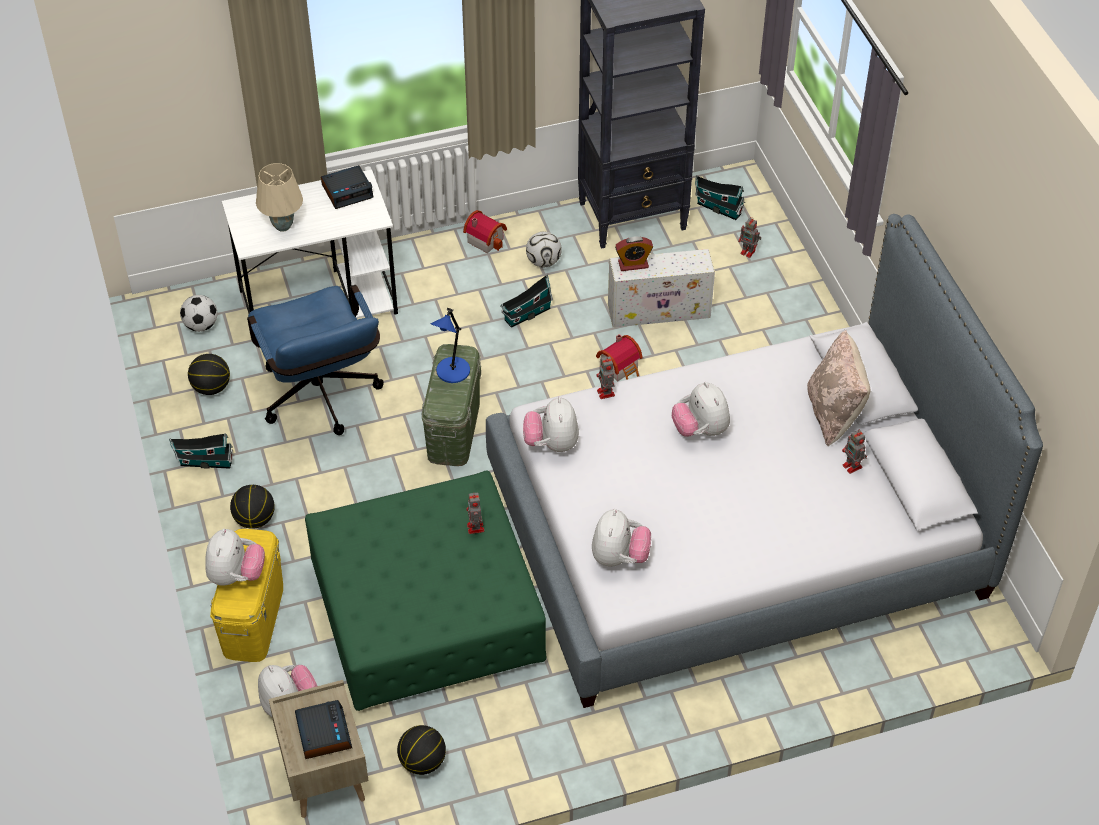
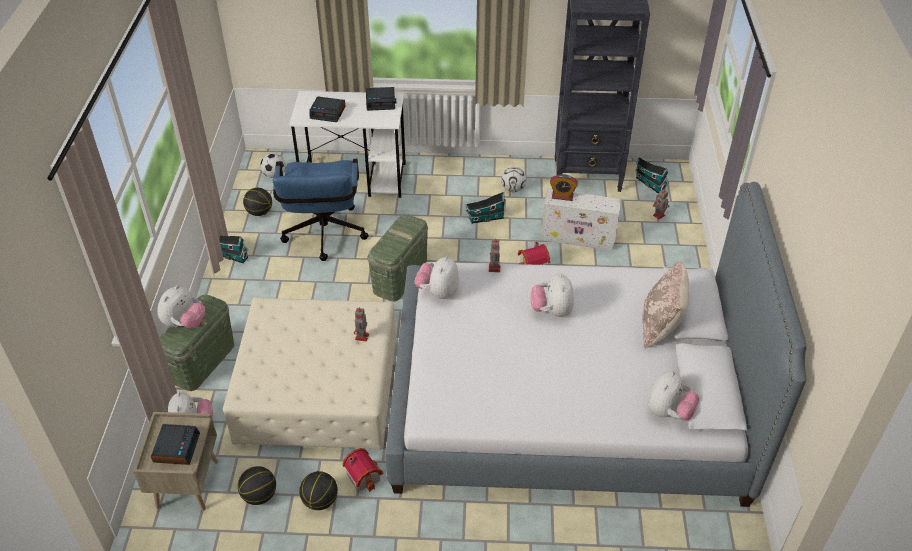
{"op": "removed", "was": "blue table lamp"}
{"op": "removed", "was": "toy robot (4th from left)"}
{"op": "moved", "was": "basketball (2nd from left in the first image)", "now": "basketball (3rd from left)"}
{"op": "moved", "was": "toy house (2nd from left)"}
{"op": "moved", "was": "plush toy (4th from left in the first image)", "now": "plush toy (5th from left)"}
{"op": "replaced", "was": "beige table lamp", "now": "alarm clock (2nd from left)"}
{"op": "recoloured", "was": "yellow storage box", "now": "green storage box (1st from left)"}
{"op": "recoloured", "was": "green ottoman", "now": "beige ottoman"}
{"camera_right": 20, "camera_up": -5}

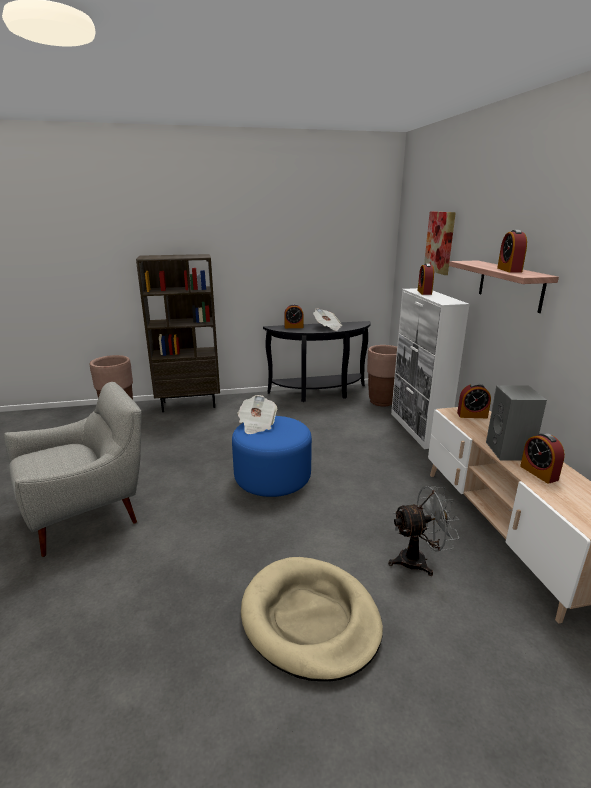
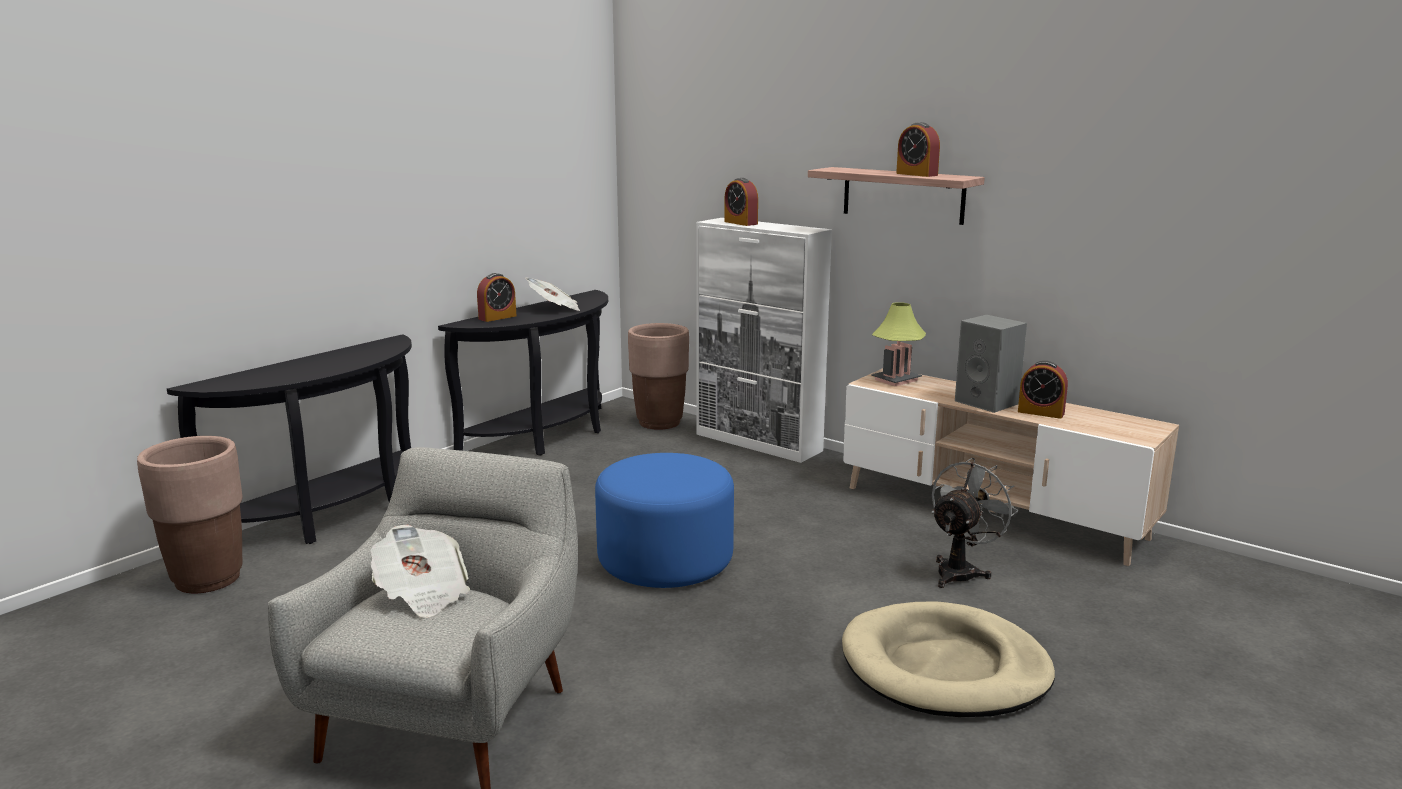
{"op": "removed", "was": "picture"}
{"op": "moved", "was": "newspaper (1st from left)"}
{"op": "replaced", "was": "brown bookcase", "now": "black console table (1st from left)"}
{"op": "replaced", "was": "alarm clock (3rd from left)", "now": "table lamp"}
{"camera_right": -40, "camera_up": -5}

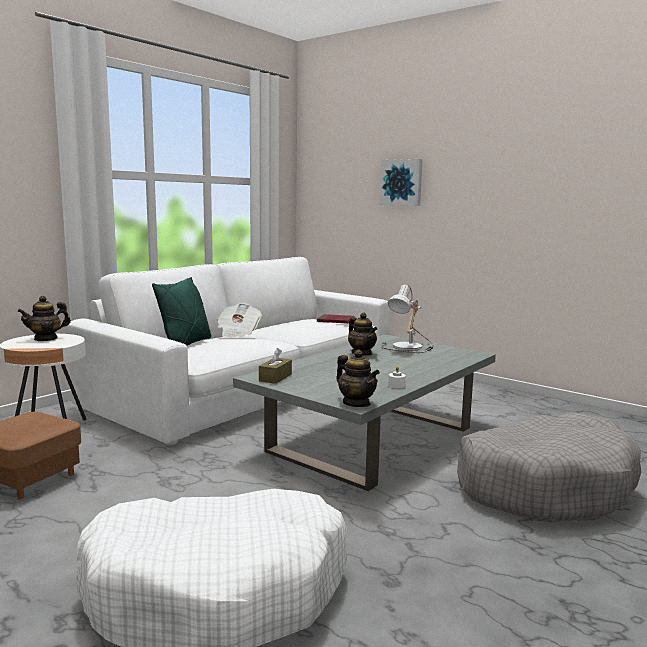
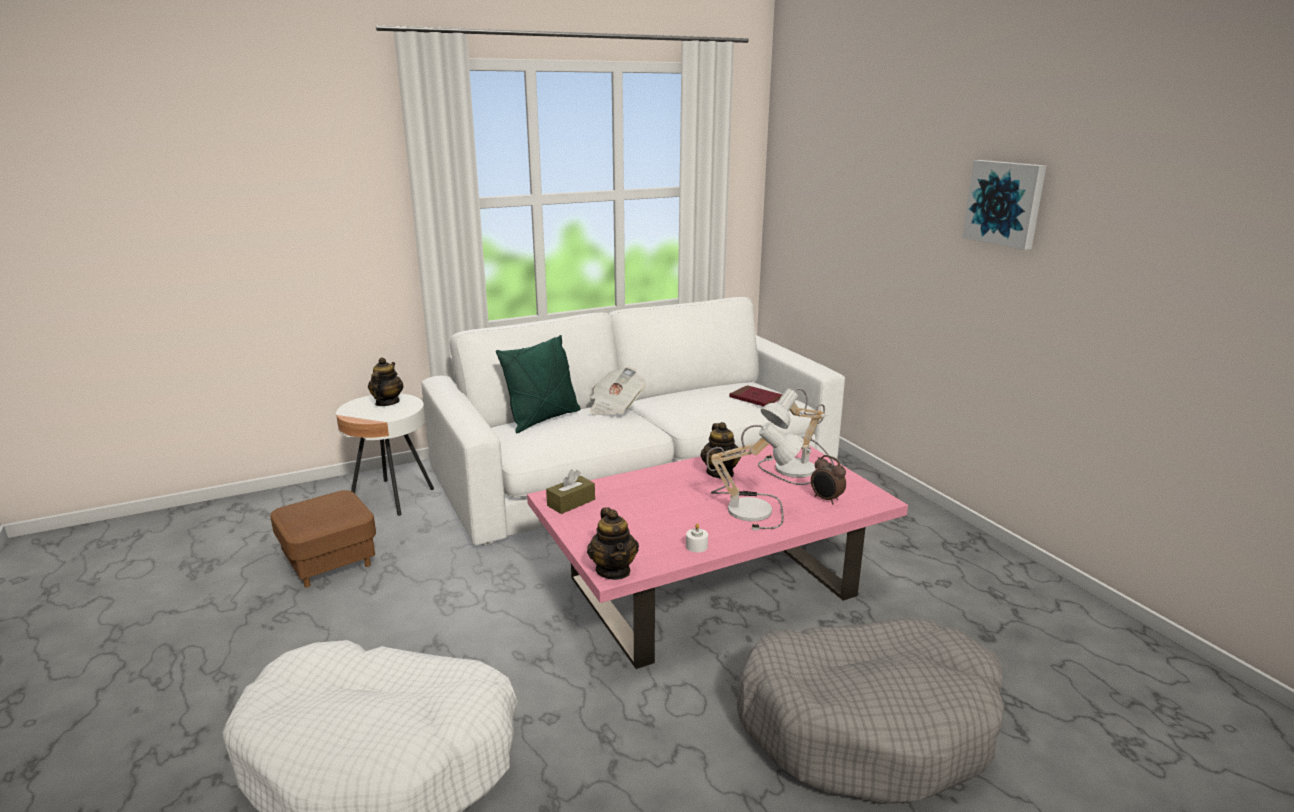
{"op": "added", "now": "table lamp (1st from left)"}
{"op": "added", "now": "alarm clock"}
{"op": "moved", "was": "picture"}
{"op": "recoloured", "was": "grey coffee table", "now": "pink coffee table"}
{"op": "turned", "was": "teapot (1st from left)", "clockwise": 105}
{"camera_right": 25, "camera_up": 10}

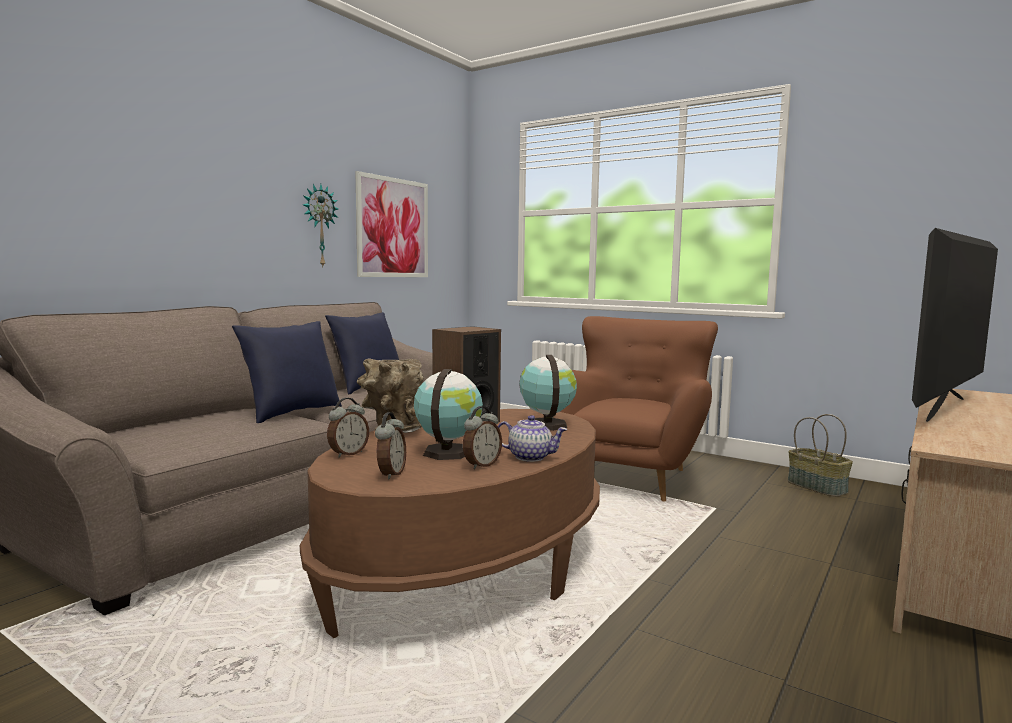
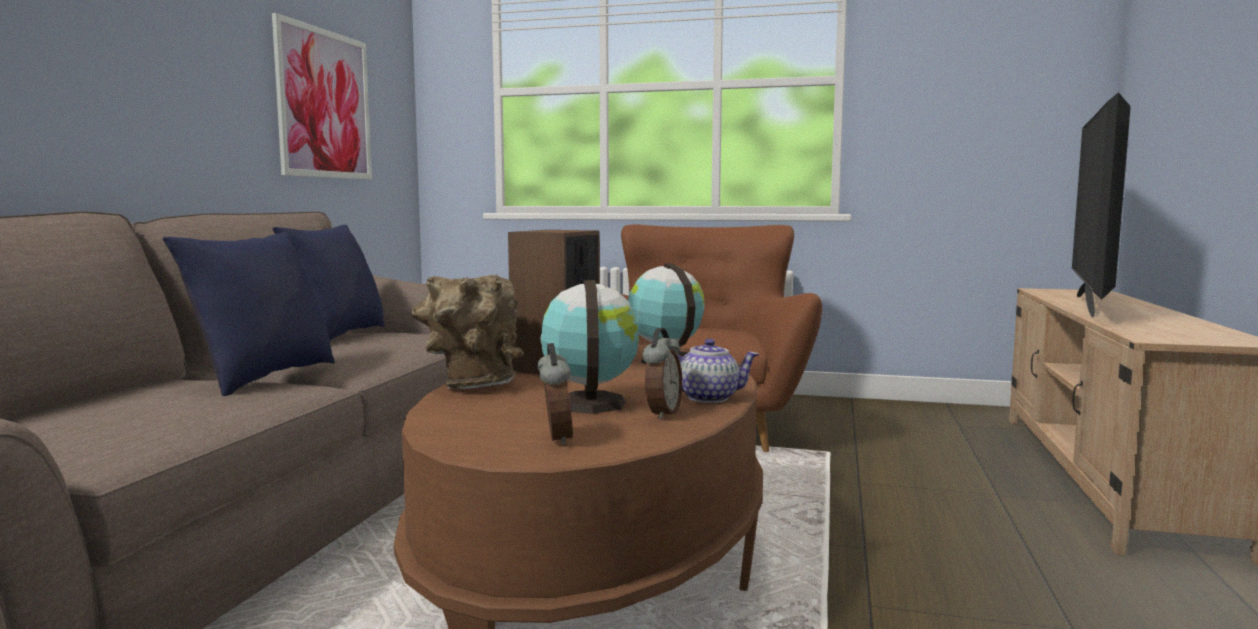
{"op": "removed", "was": "wall clock"}
{"op": "removed", "was": "alarm clock (1st from left)"}
{"op": "removed", "was": "basket"}
{"camera_right": -20, "camera_up": 0}

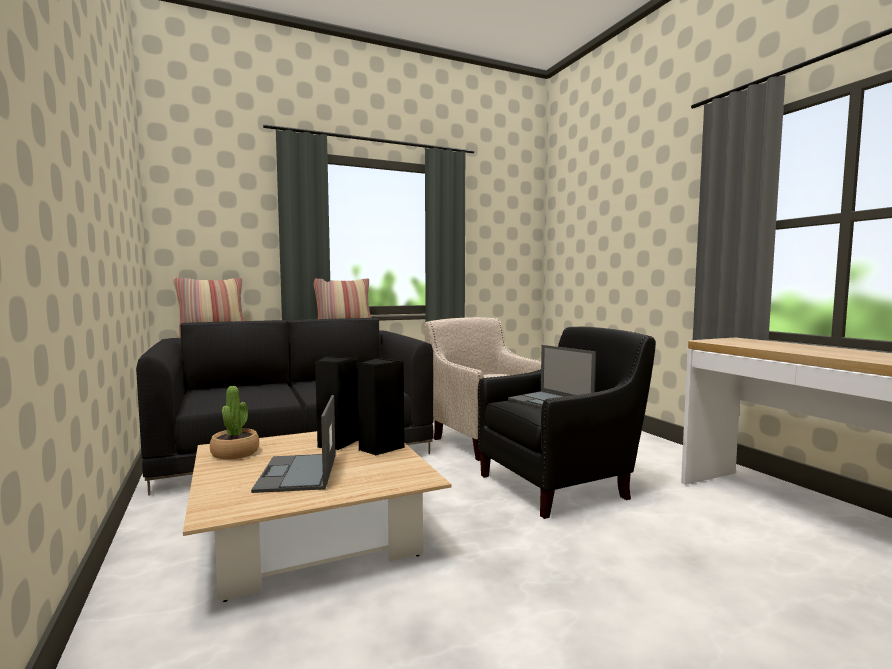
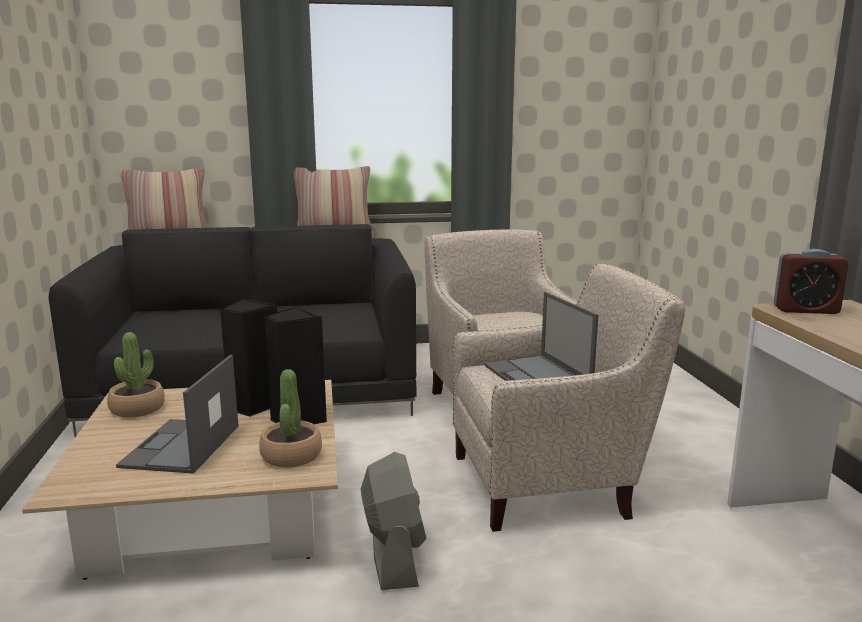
{"op": "added", "now": "potted plant (2nd from left)"}
{"op": "added", "now": "grey fan"}
{"op": "added", "now": "alarm clock"}
{"op": "recoloured", "was": "black armchair", "now": "beige armchair (2nd from left)"}
{"camera_right": 15, "camera_up": 10}

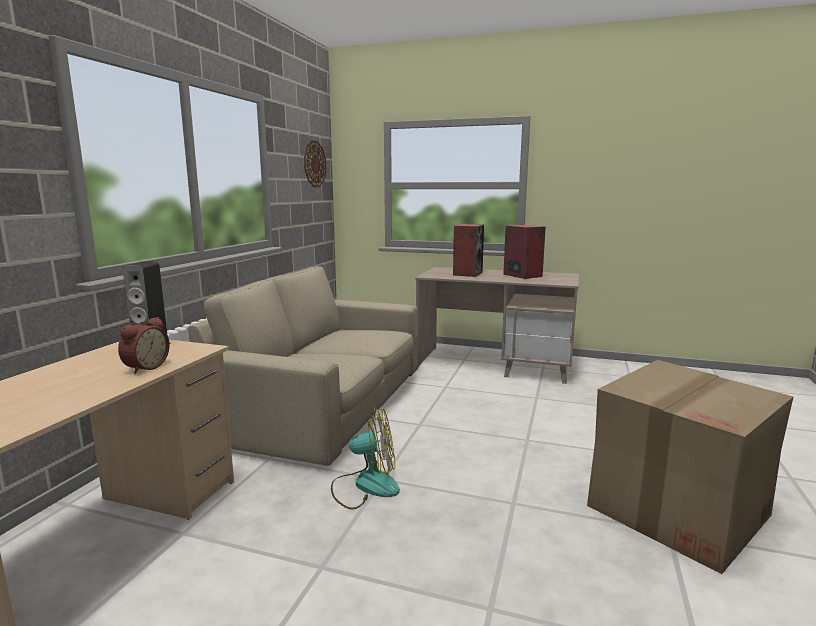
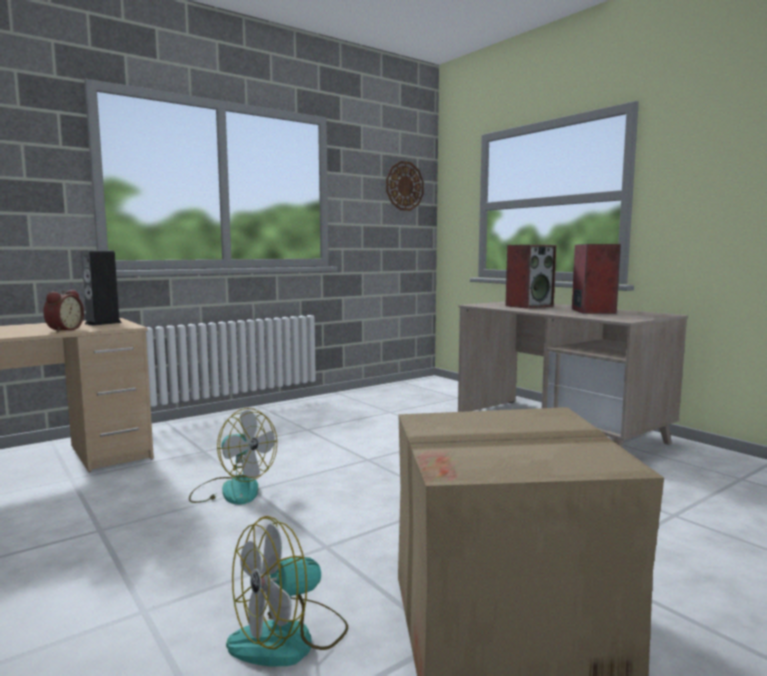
{"op": "removed", "was": "beige sofa"}
{"op": "added", "now": "fan (2nd from left)"}
{"op": "turned", "was": "alarm clock", "clockwise": -45}
{"camera_right": 35, "camera_up": -5}

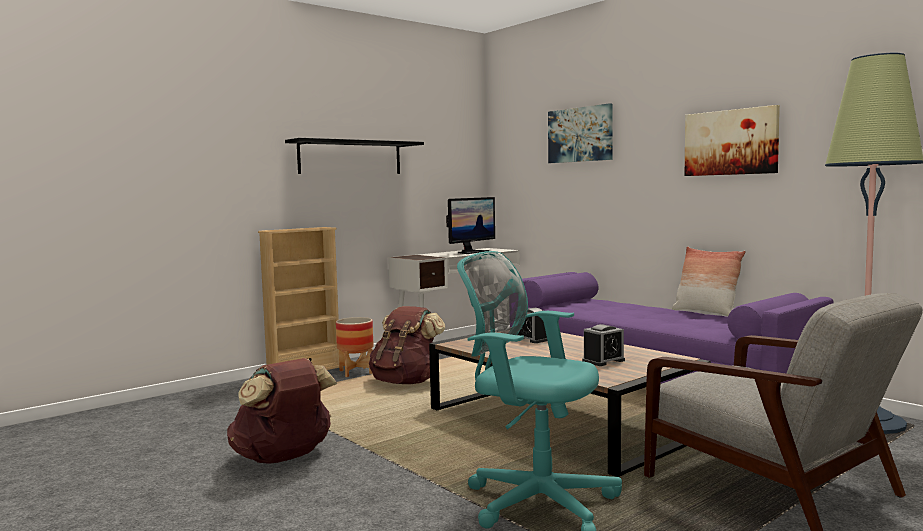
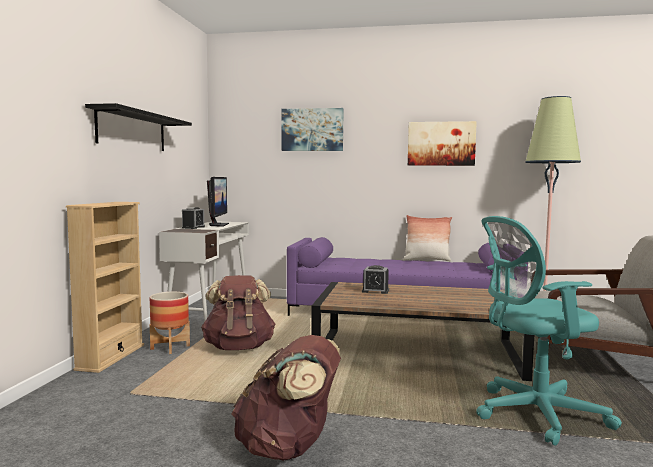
{"op": "moved", "was": "alarm clock (2nd from left in the first image)", "now": "alarm clock (1st from left)"}
{"camera_right": -40, "camera_up": 0}

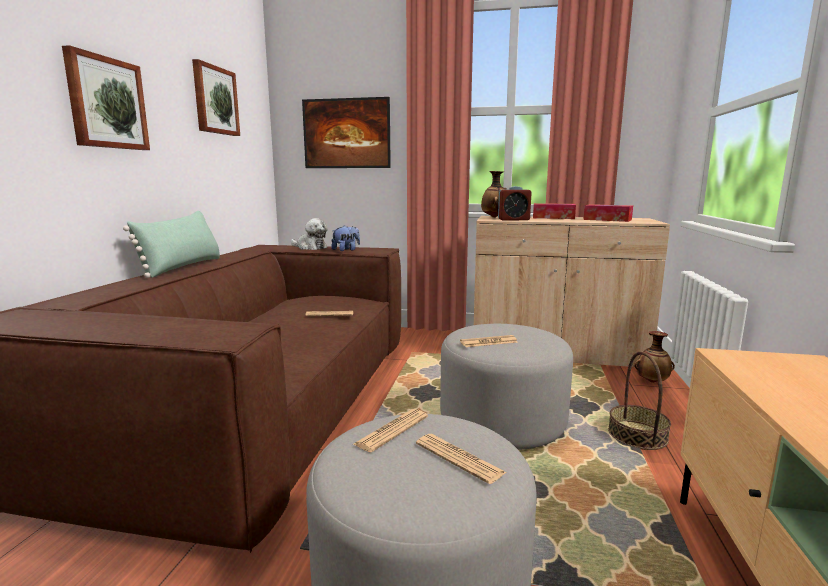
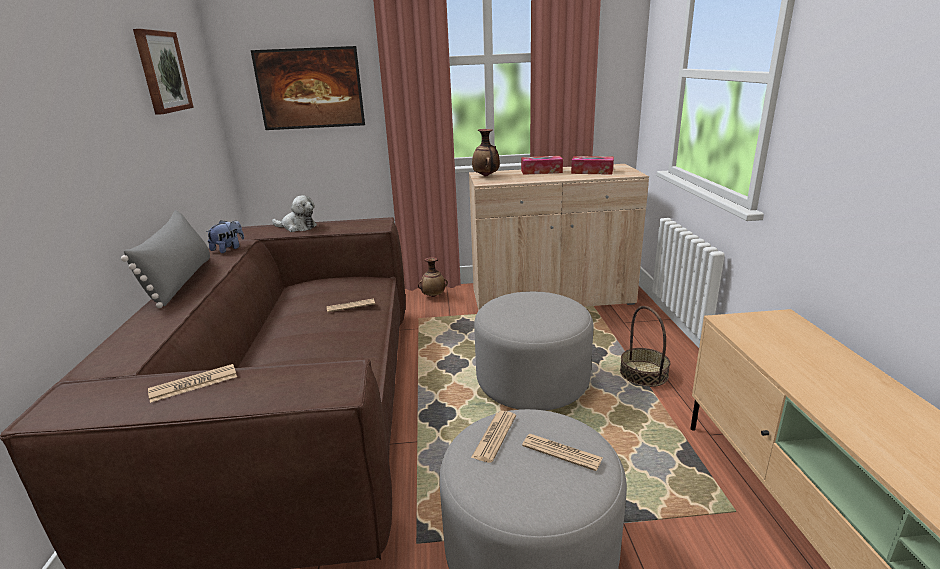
{"op": "removed", "was": "picture (1st from left)"}
{"op": "removed", "was": "alarm clock"}
{"op": "moved", "was": "plush toy (2nd from left in the first image)", "now": "plush toy (1st from left)"}
{"op": "moved", "was": "newspaper (4th from left in the first image)", "now": "newspaper (1st from left)"}
{"op": "moved", "was": "vase (2nd from left in the first image)", "now": "vase (1st from left)"}
{"op": "recoloured", "was": "green pillow", "now": "grey pillow"}
{"camera_right": -15, "camera_up": 10}

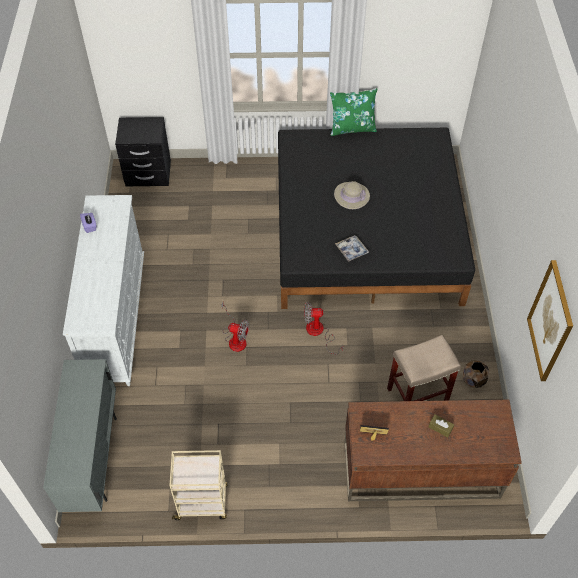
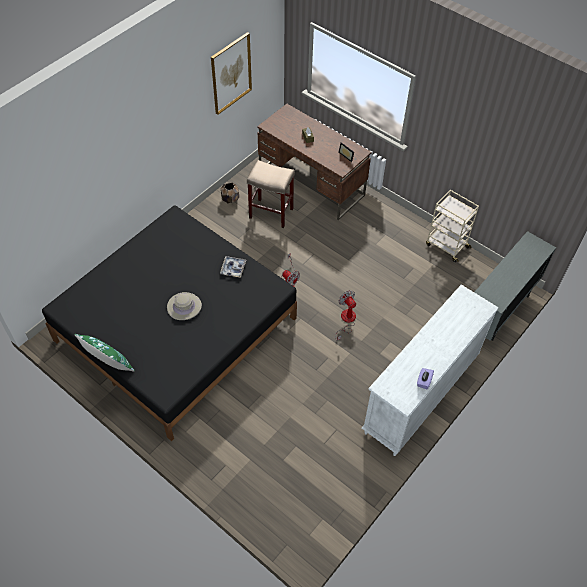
{"op": "removed", "was": "black nightstand"}
{"camera_right": -140, "camera_up": 0}

